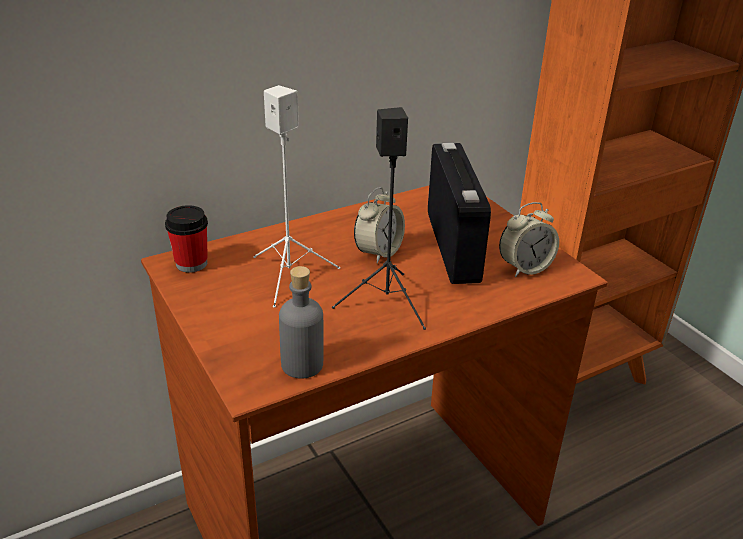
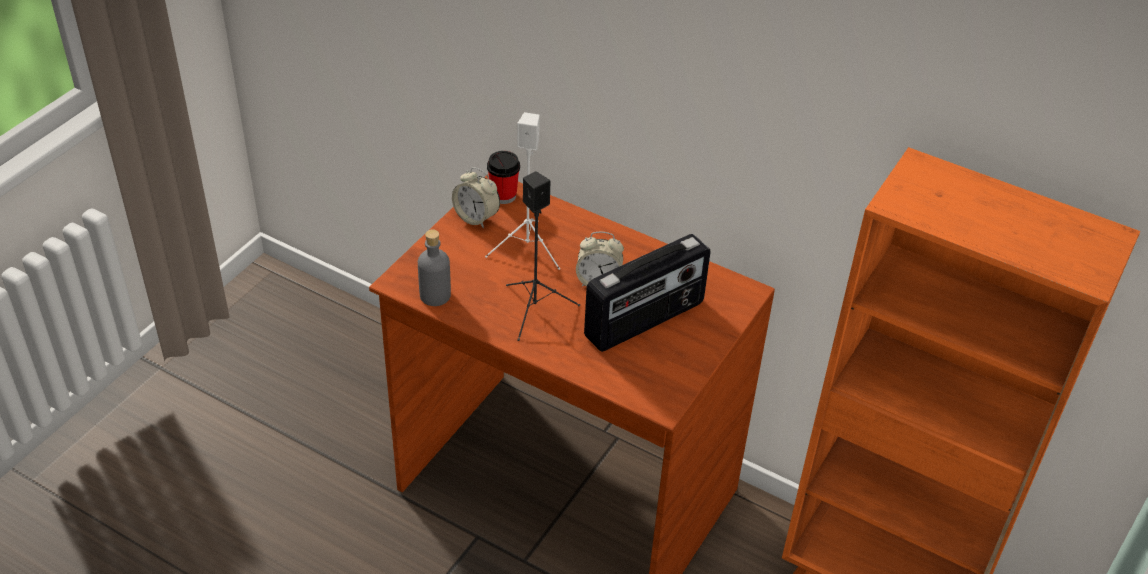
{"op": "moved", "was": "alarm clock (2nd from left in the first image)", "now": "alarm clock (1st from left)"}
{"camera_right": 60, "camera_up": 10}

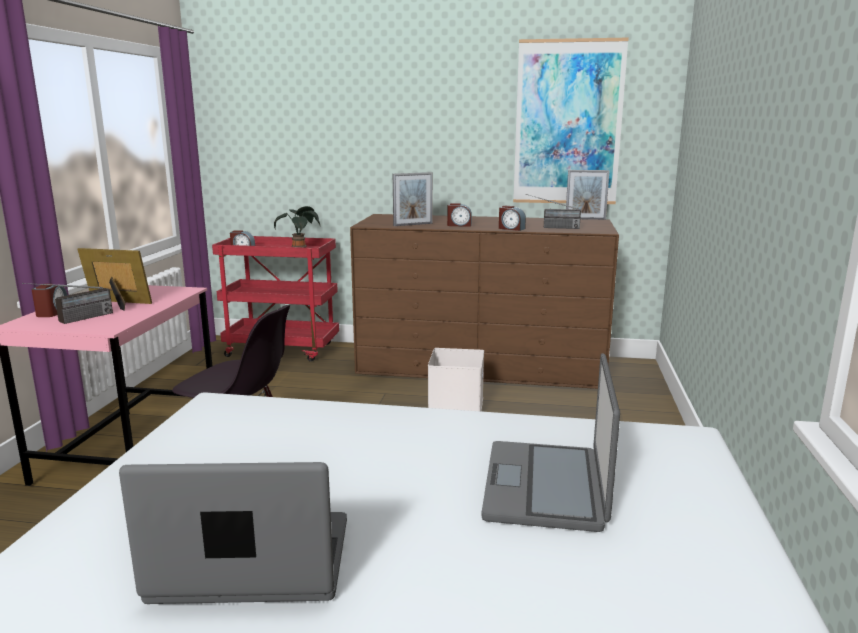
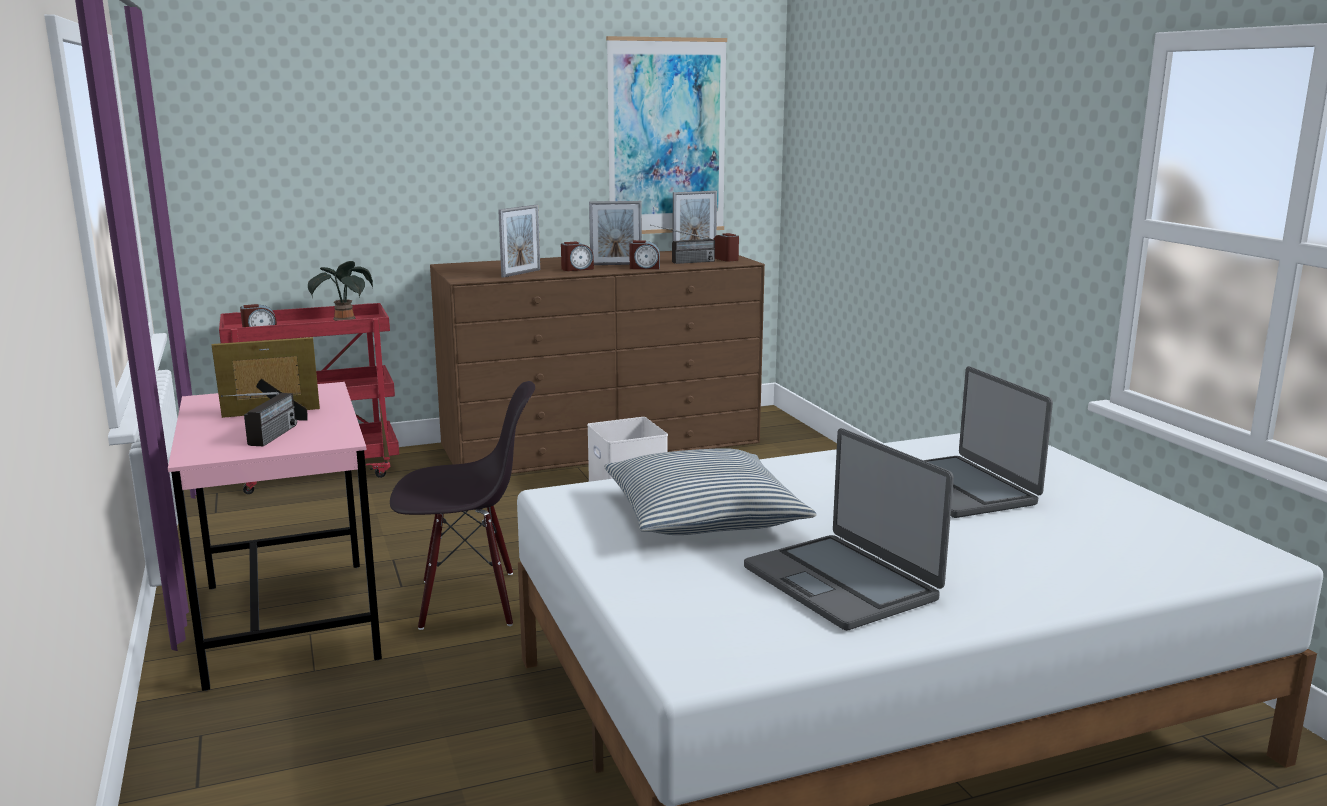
{"op": "added", "now": "picture frame (3rd from left)"}
{"op": "added", "now": "pillow"}
{"op": "moved", "was": "alarm clock (1st from left in the first image)", "now": "alarm clock (4th from left)"}
{"op": "turned", "was": "laptop (1st from left)", "clockwise": -90}
{"camera_right": -30, "camera_up": 0}

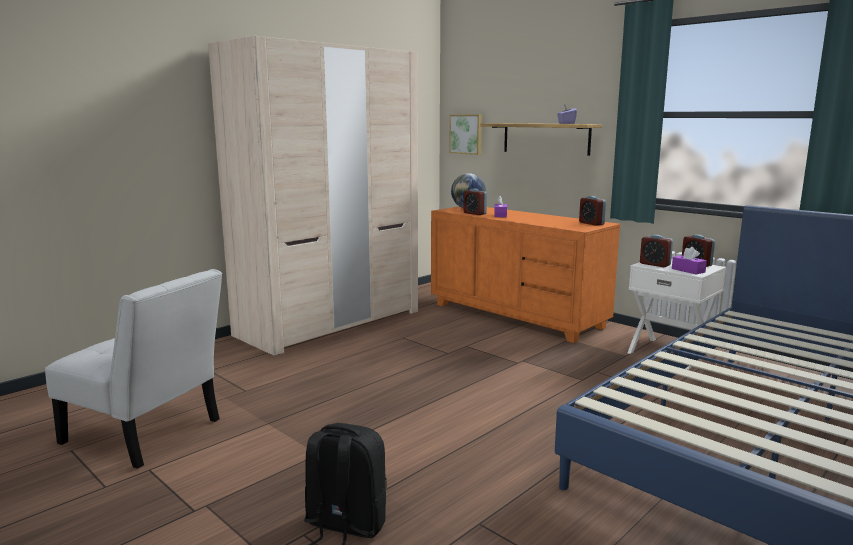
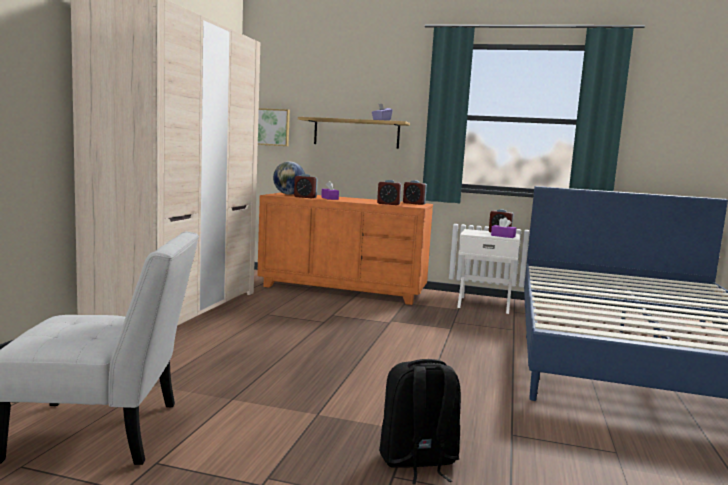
{"op": "moved", "was": "alarm clock (3rd from left in the first image)", "now": "alarm clock (2nd from left)"}
{"camera_right": -30, "camera_up": -5}

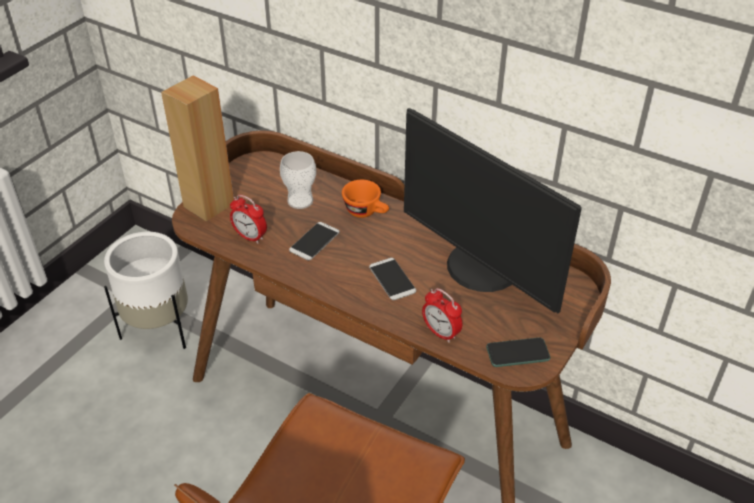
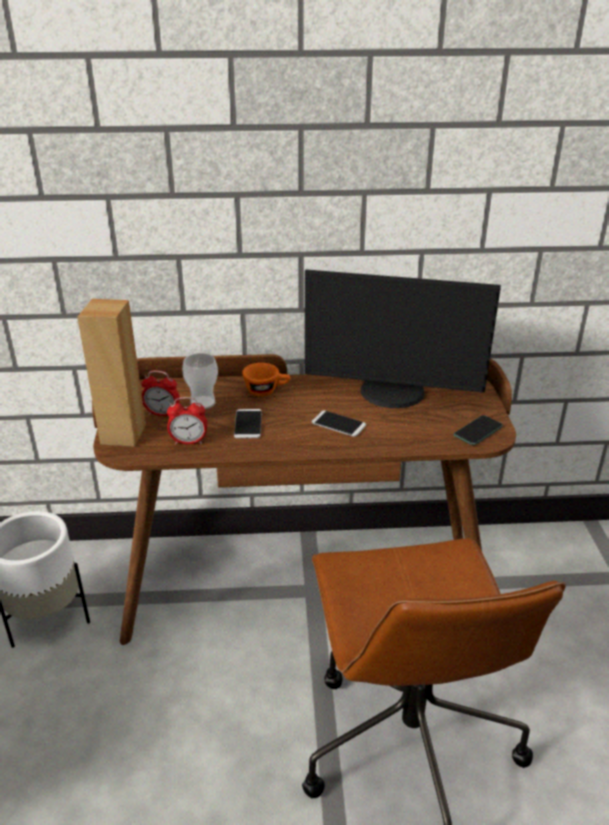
{"op": "moved", "was": "alarm clock (2nd from left in the first image)", "now": "alarm clock (1st from left)"}
{"camera_right": -35, "camera_up": -10}

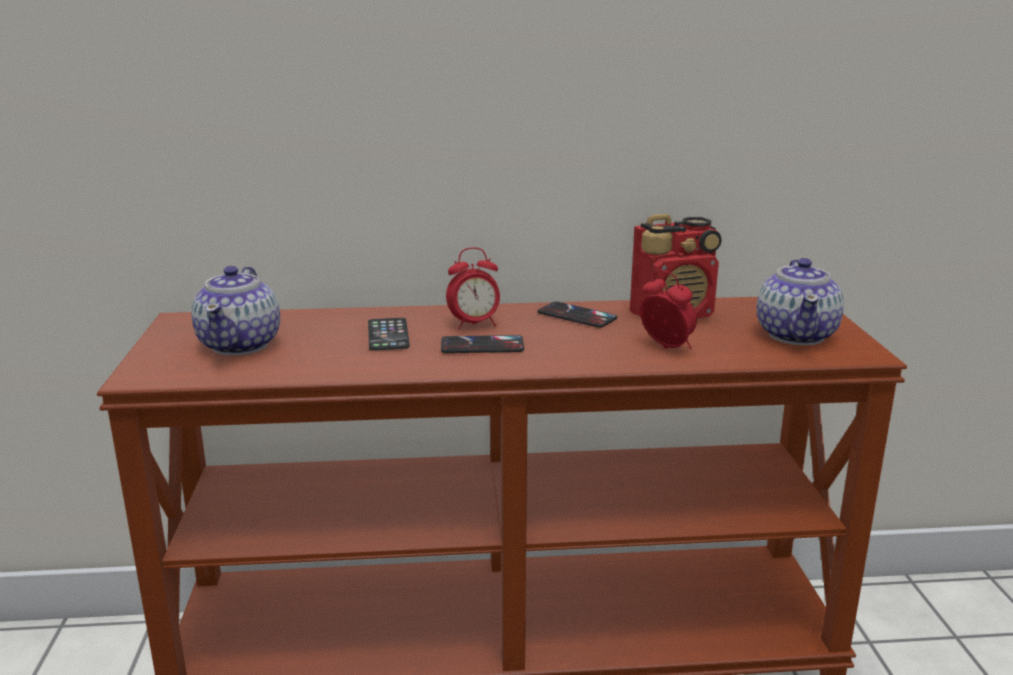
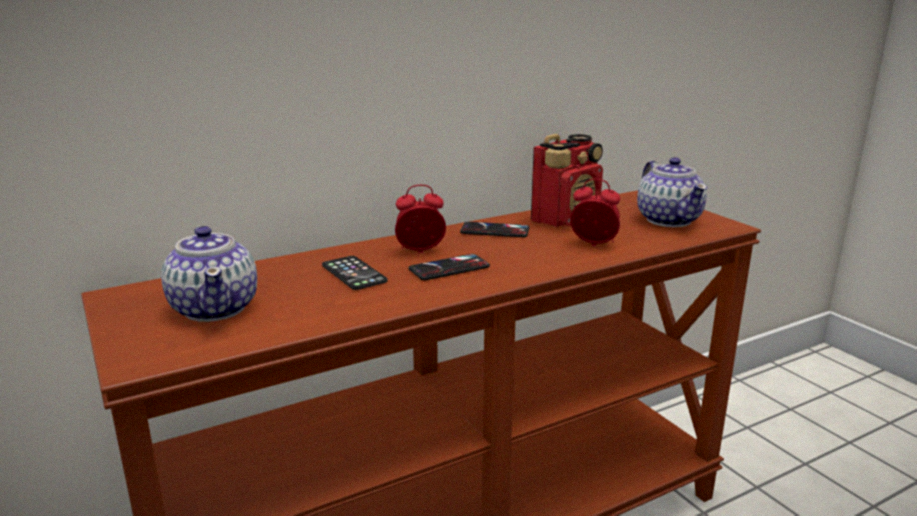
{"op": "turned", "was": "alarm clock (1st from left)", "clockwise": -150}
{"camera_right": -25, "camera_up": 0}

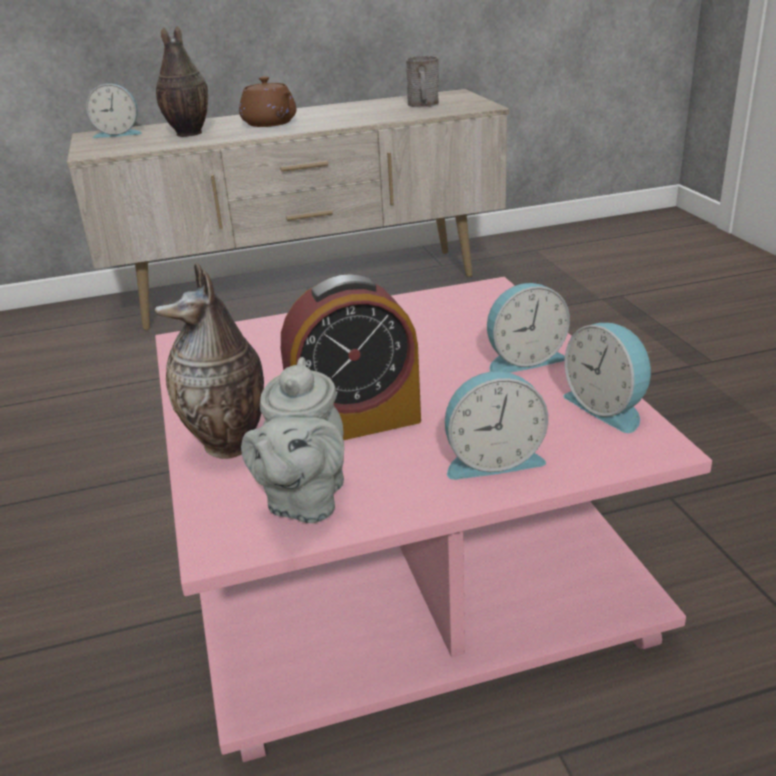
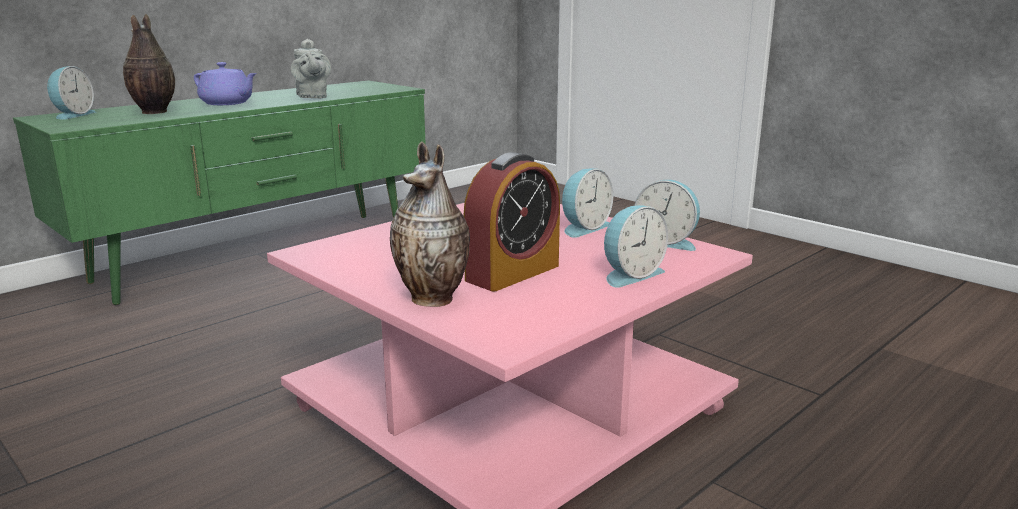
{"op": "removed", "was": "grey mug"}
{"op": "moved", "was": "grey teapot"}
{"op": "recoloured", "was": "beige tv stand", "now": "green tv stand"}
{"op": "recoloured", "was": "brown teapot", "now": "purple teapot"}
{"op": "turned", "was": "alarm clock (1st from left)", "clockwise": -45}
{"camera_right": -30, "camera_up": -10}

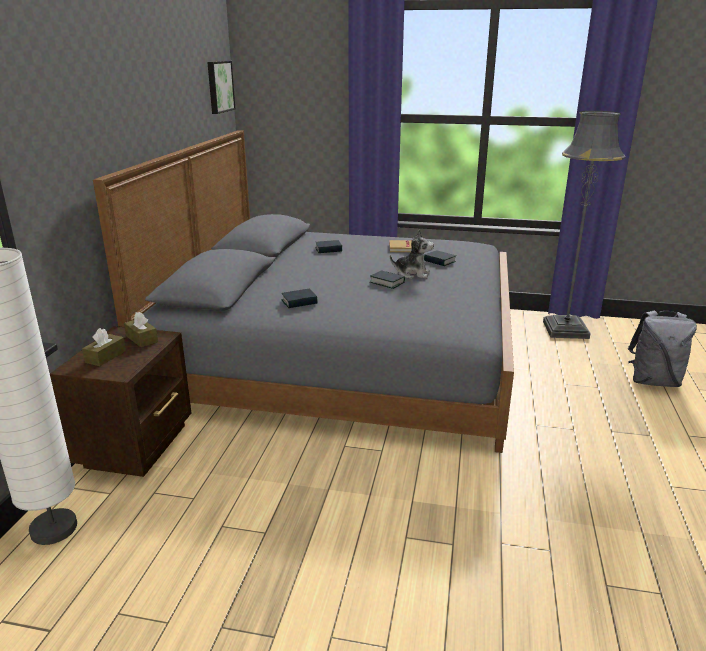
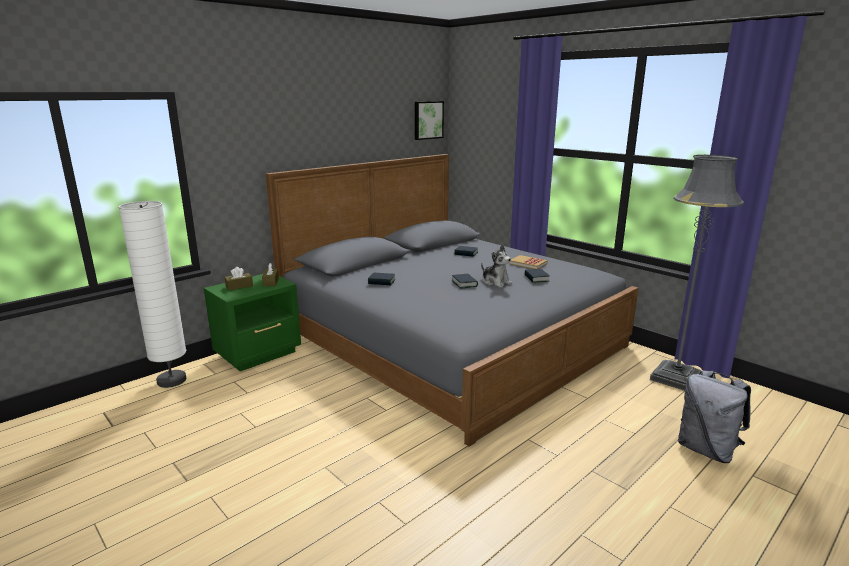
{"op": "recoloured", "was": "brown nightstand", "now": "green nightstand"}
{"camera_right": 35, "camera_up": -5}

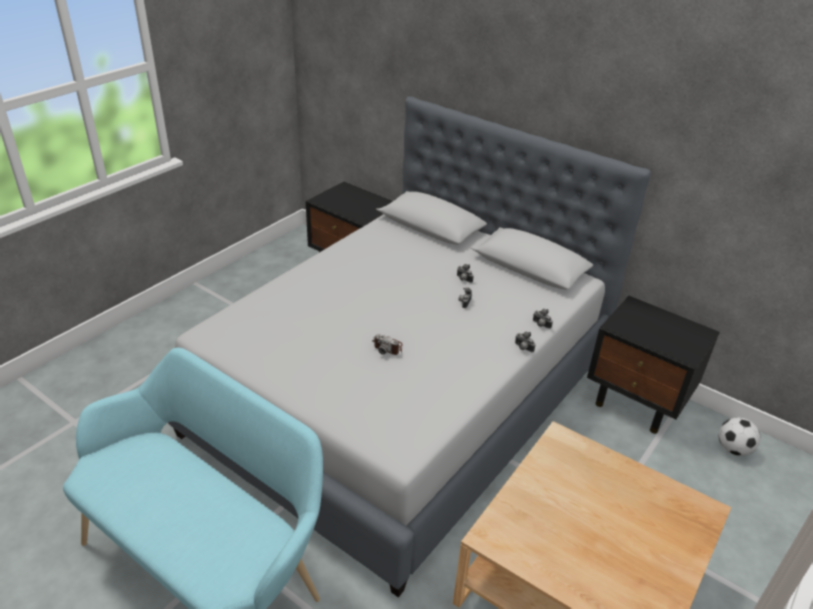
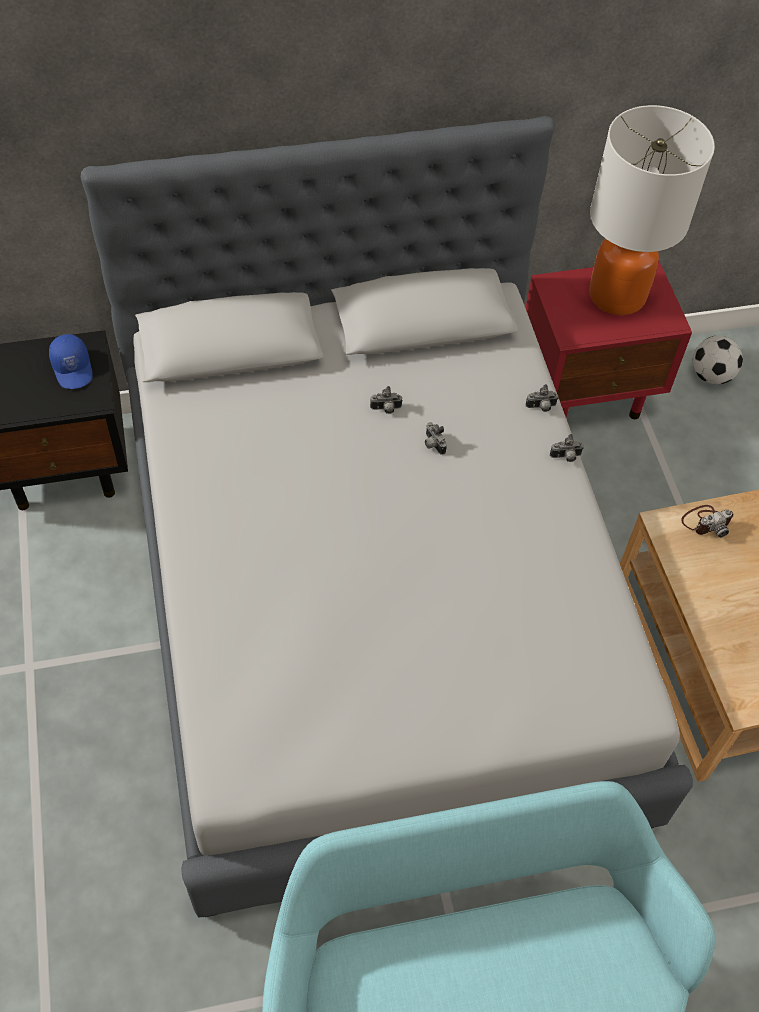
{"op": "added", "now": "blue cap"}
{"op": "added", "now": "table lamp"}
{"op": "moved", "was": "photo camera (1st from left in the first image)", "now": "photo camera (5th from left)"}
{"op": "recoloured", "was": "black nightstand (2nd from left)", "now": "red nightstand"}
{"camera_right": -50, "camera_up": 20}

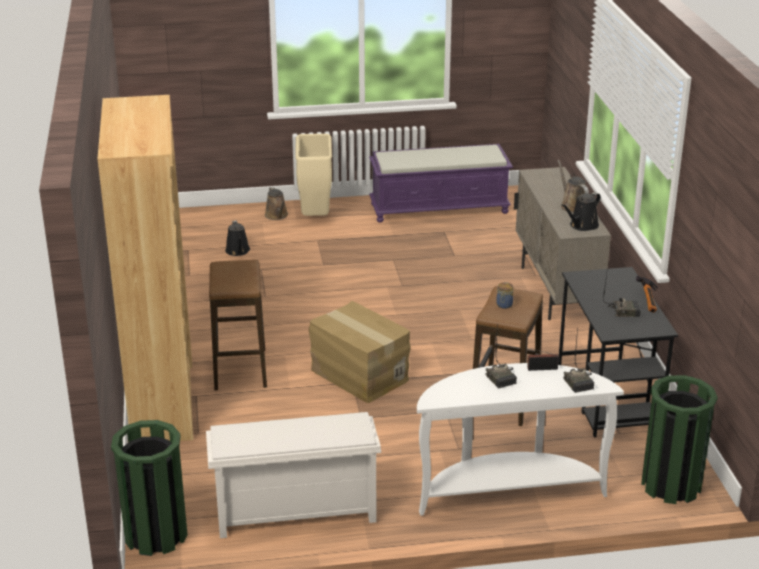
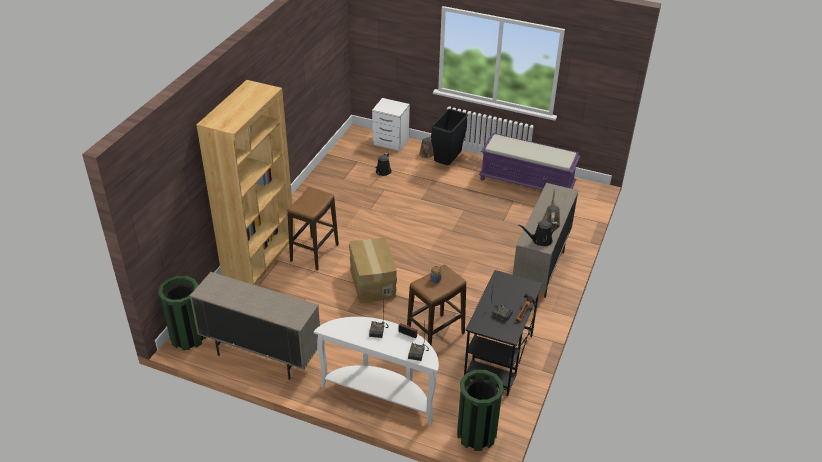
{"op": "added", "now": "white nightstand"}
{"op": "replaced", "was": "white shoe rack", "now": "beige cabinet (1st from left)"}
{"op": "recoloured", "was": "beige trash can", "now": "black trash can"}
{"camera_right": 30, "camera_up": 10}

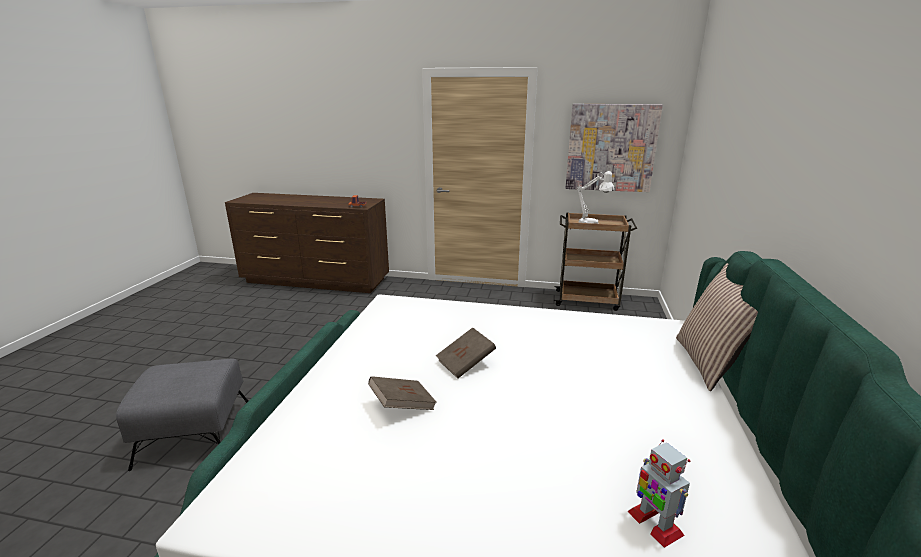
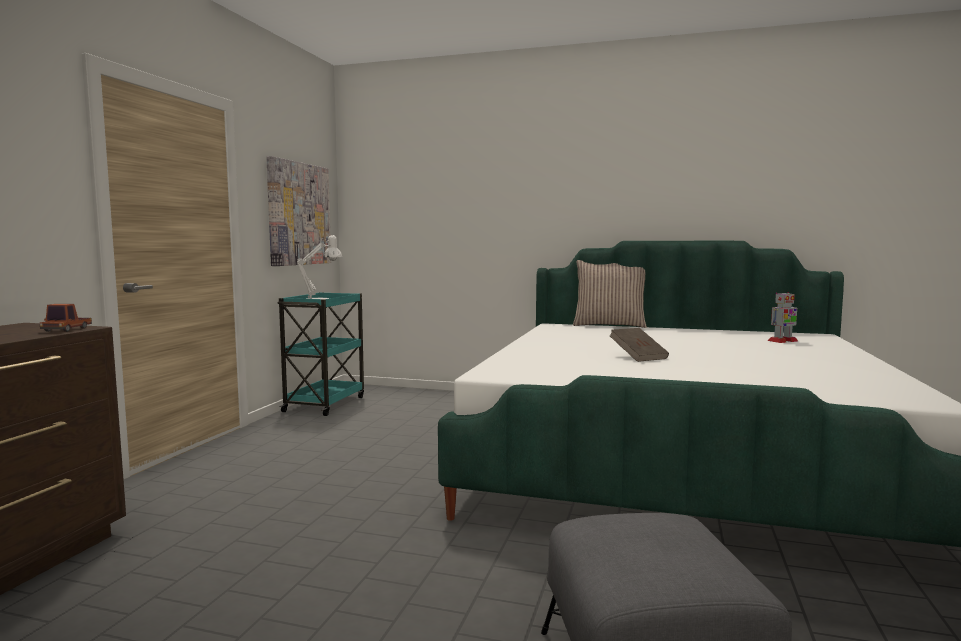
{"op": "removed", "was": "brown book (1st from left)"}
{"op": "recoloured", "was": "brown cart", "now": "turquoise cart"}
{"camera_right": -85, "camera_up": -15}

